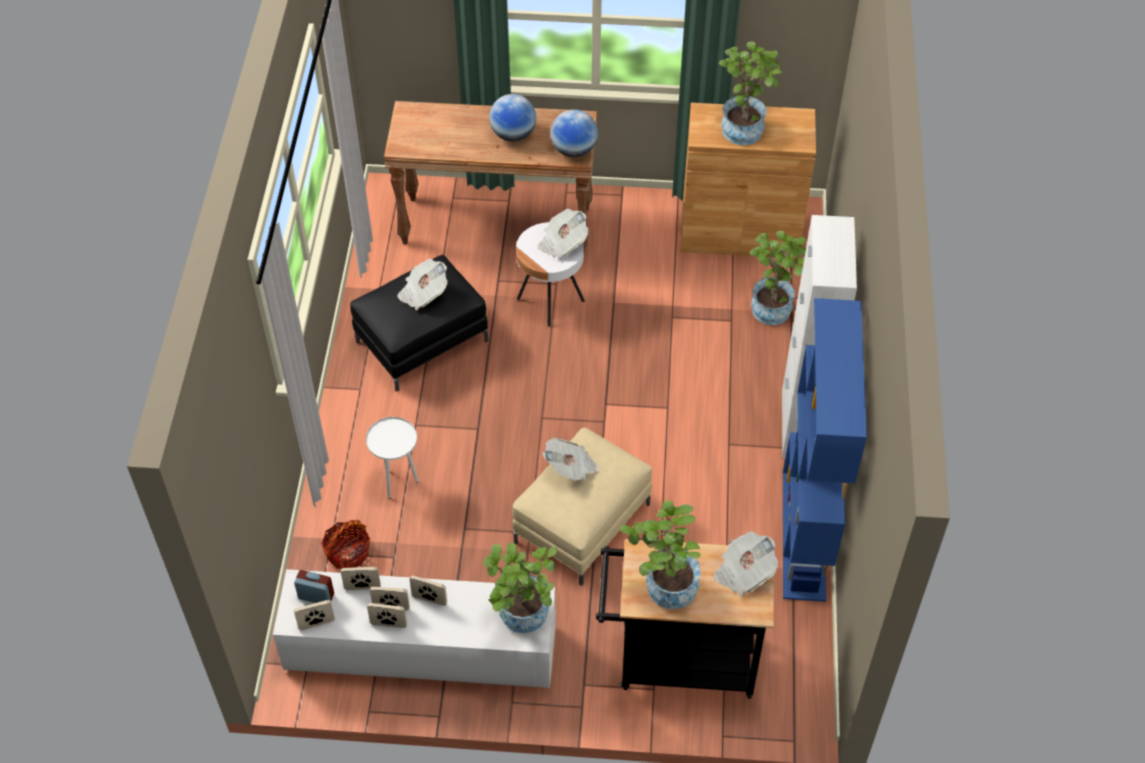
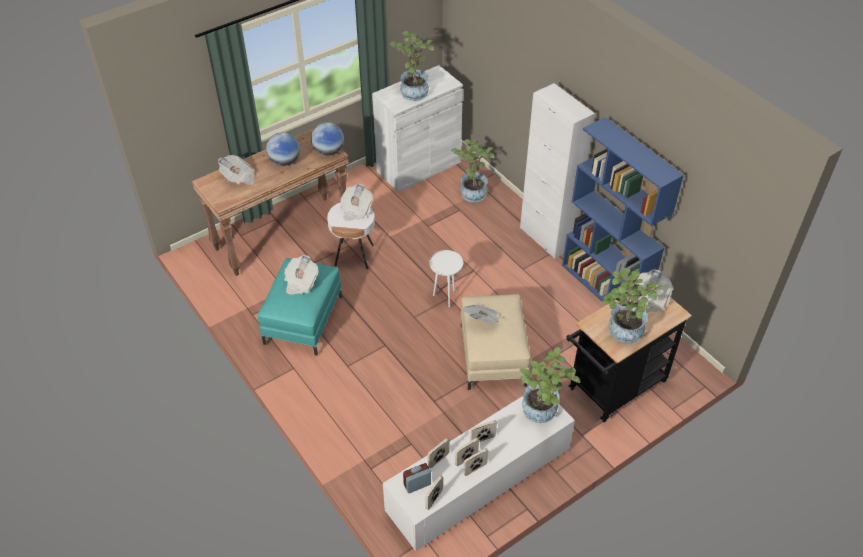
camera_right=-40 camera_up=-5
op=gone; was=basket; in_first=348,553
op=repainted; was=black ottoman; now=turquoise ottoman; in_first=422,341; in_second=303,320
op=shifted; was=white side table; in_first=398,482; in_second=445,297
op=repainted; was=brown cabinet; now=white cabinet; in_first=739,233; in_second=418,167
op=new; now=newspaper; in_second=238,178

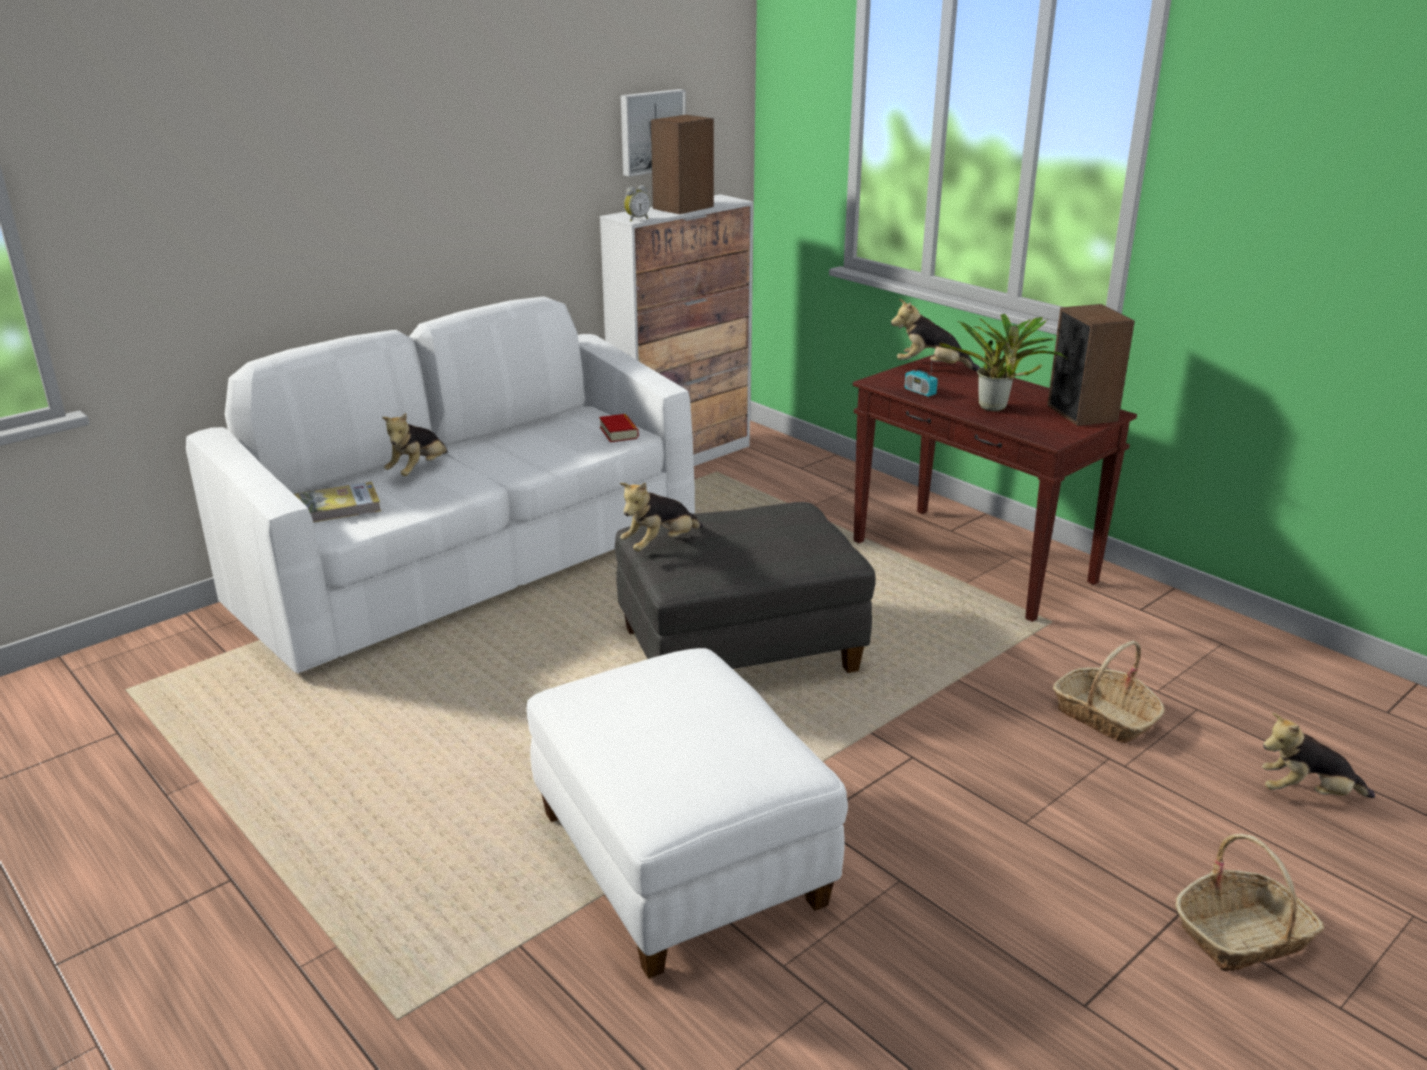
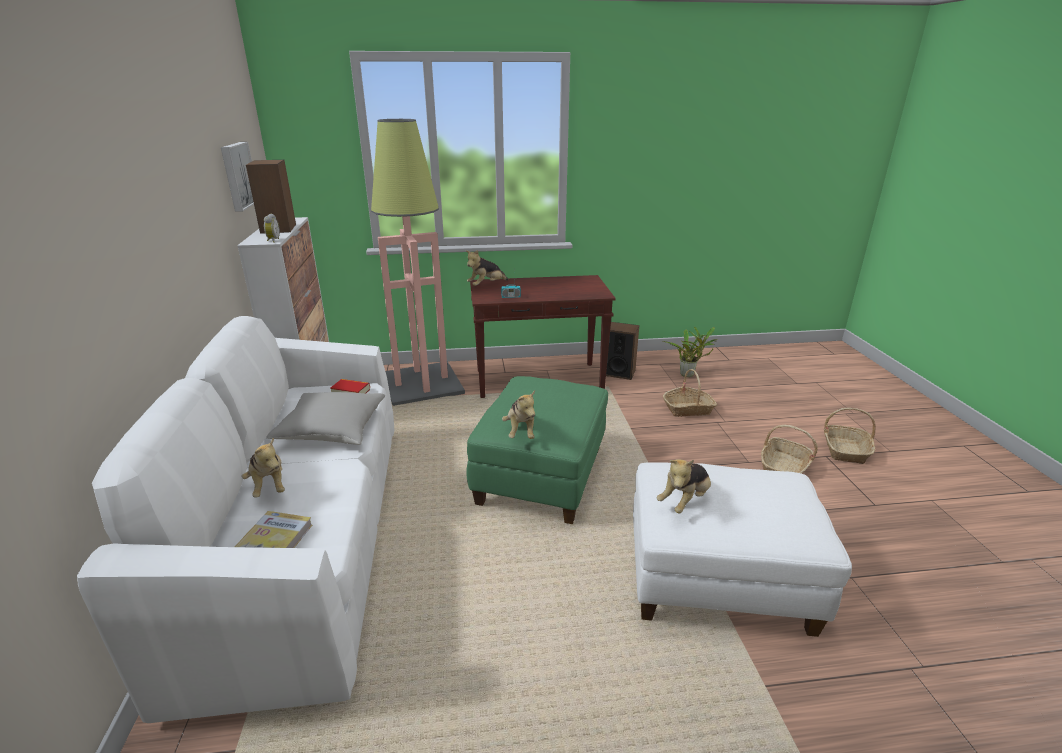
camera_right=-55 camera_up=0
op=repainted; was=grey ottoman; now=green ottoman; in_first=741,651; in_second=541,475
op=shifted; was=potted plant; in_first=996,409; in_second=689,375
op=shifted; was=speaker; in_first=1082,413; in_second=619,373
op=shifted; was=plush toy; in_first=1306,793; in_second=684,500
op=new; now=grey pillow; in_second=332,430
op=new; now=floor lamp; in_second=422,383
op=new; now=basket; in_second=784,466

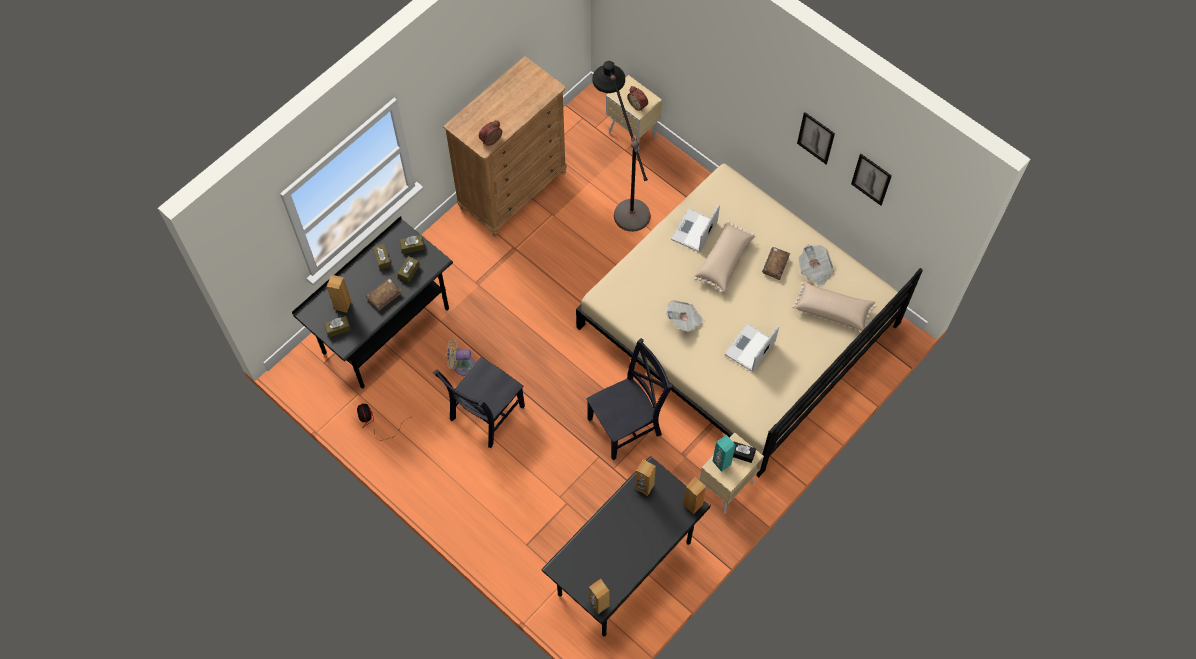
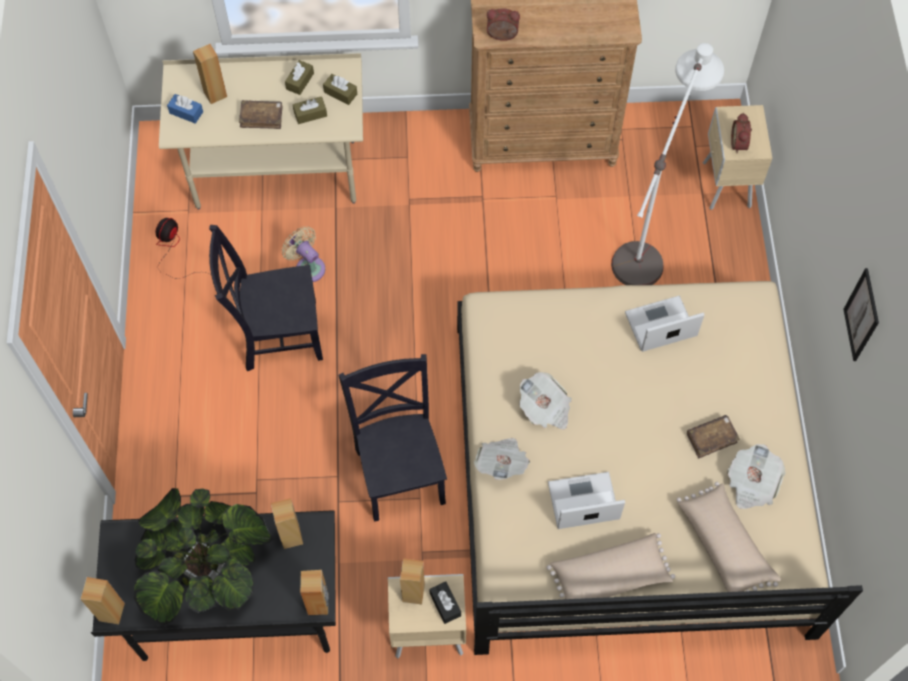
camera_right=45 camera_up=0
op=repainted; was=black desk; now=beige desk; in_first=386,331; in_second=276,174
op=repainted; was=brown tissue box; now=blue tissue box; in_first=338,328; in_second=186,112
op=rotated; was=black chair; in_first=627,425; in_second=400,471; clockwise=-120
op=repainted; was=black floor lamp; now=white floor lamp; in_first=622,194; in_second=650,235
op=shifted; was=beige pillow; in_first=724,261; in_second=609,578
op=repainted; was=turquoise speaker; now=brown speaker; in_first=721,463; in_second=413,592
op=gone; was=picture; in_first=871,179
op=new; now=potted plant; in_second=204,567
op=new; now=newspaper; in_second=502,463

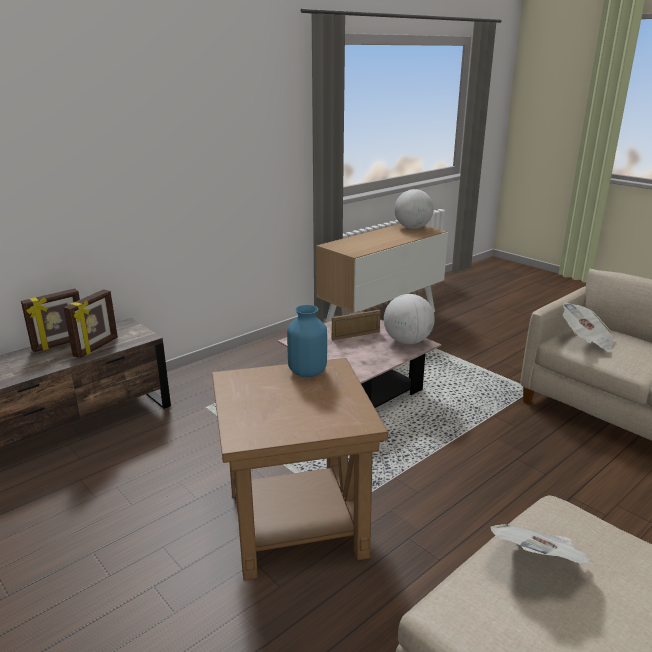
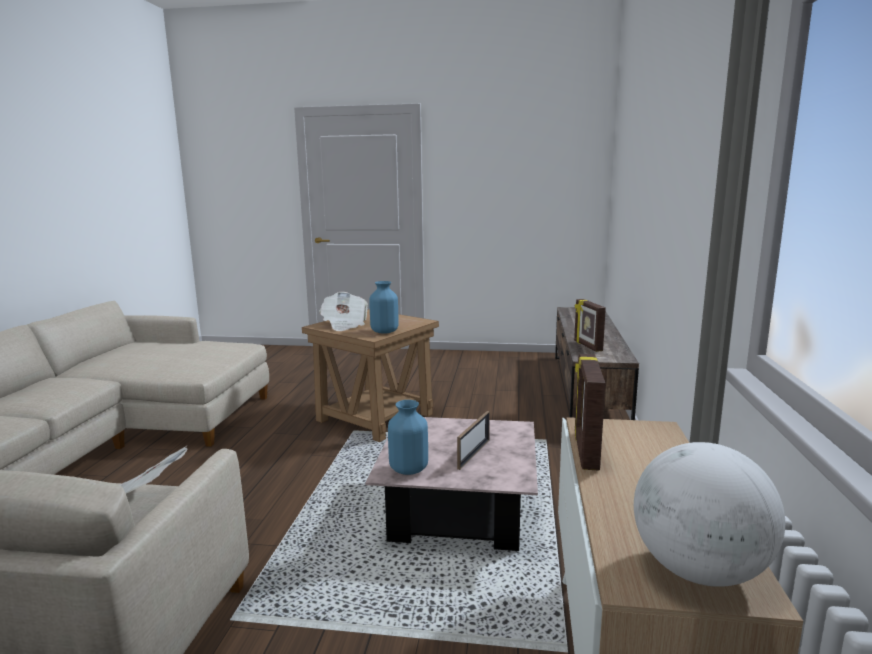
camera_right=140 camera_up=-10
op=shifted; was=picture frame; in_first=60,344; in_second=585,450
op=swapped; was=globe; now=blue vase; in_first=407,341; in_second=408,469
op=shifted; was=newspaper; in_first=538,562; in_second=344,325

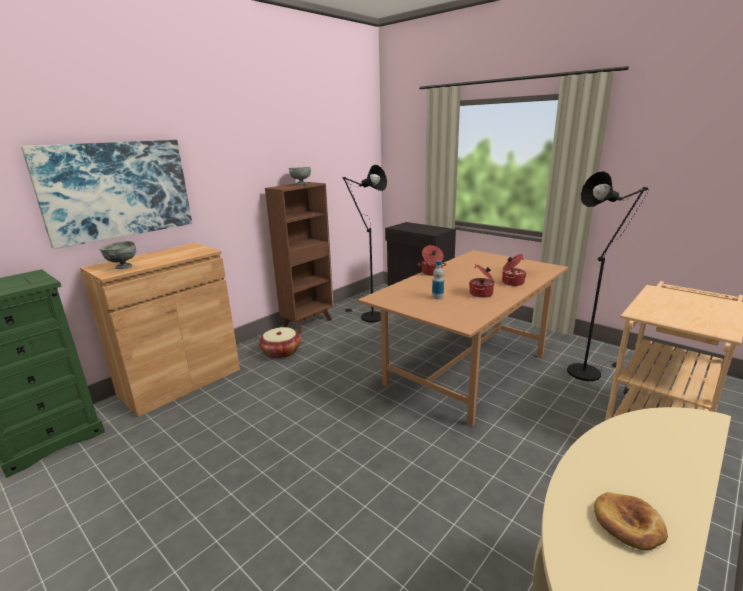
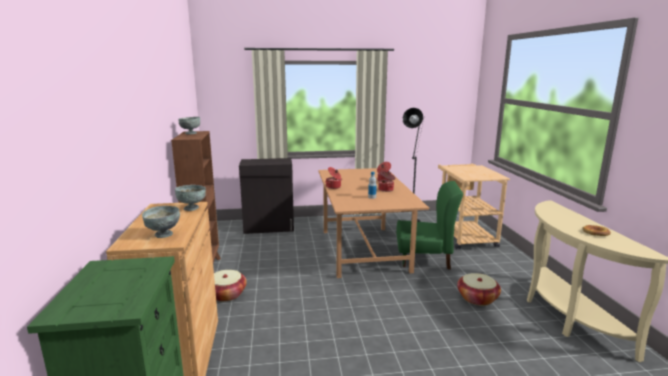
camera_right=-50 camera_up=-5
op=gone; was=picture; in_first=117,190
op=gone; was=black floor lamp; in_first=368,316
op=new; now=grey bowl; in_second=192,208
op=new; now=green chair; in_second=424,259
op=new; now=basket; in_second=477,298

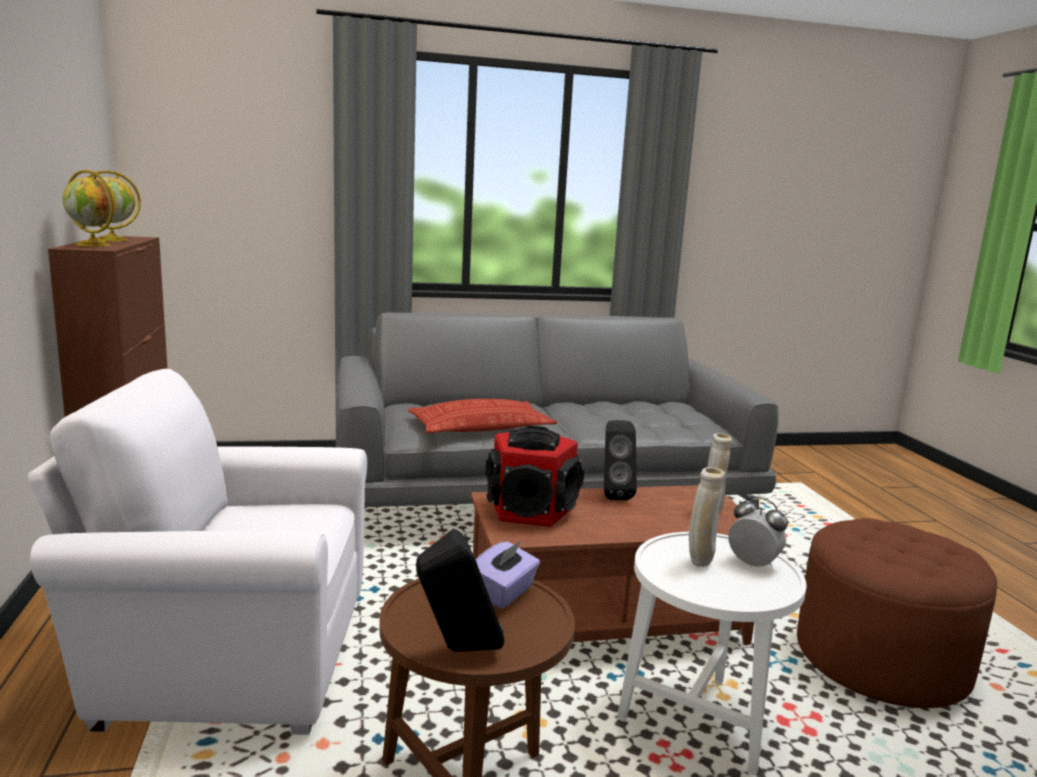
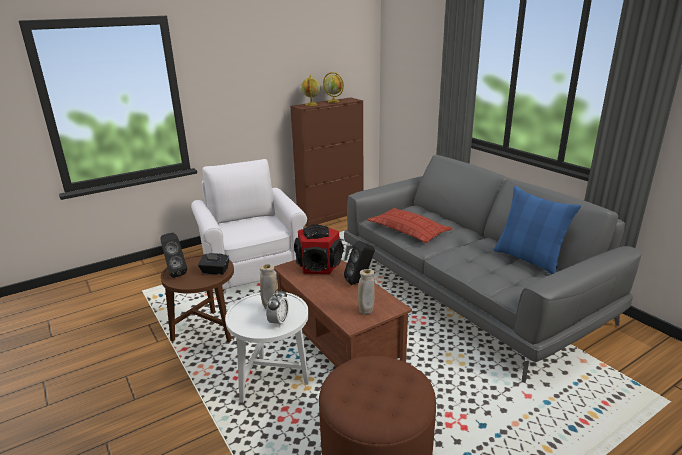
camera_right=70 camera_up=10
op=repainted; was=purple tissue box; now=black tissue box; in_first=504,593; in_second=215,271
op=new; now=blue pillow; in_second=528,259

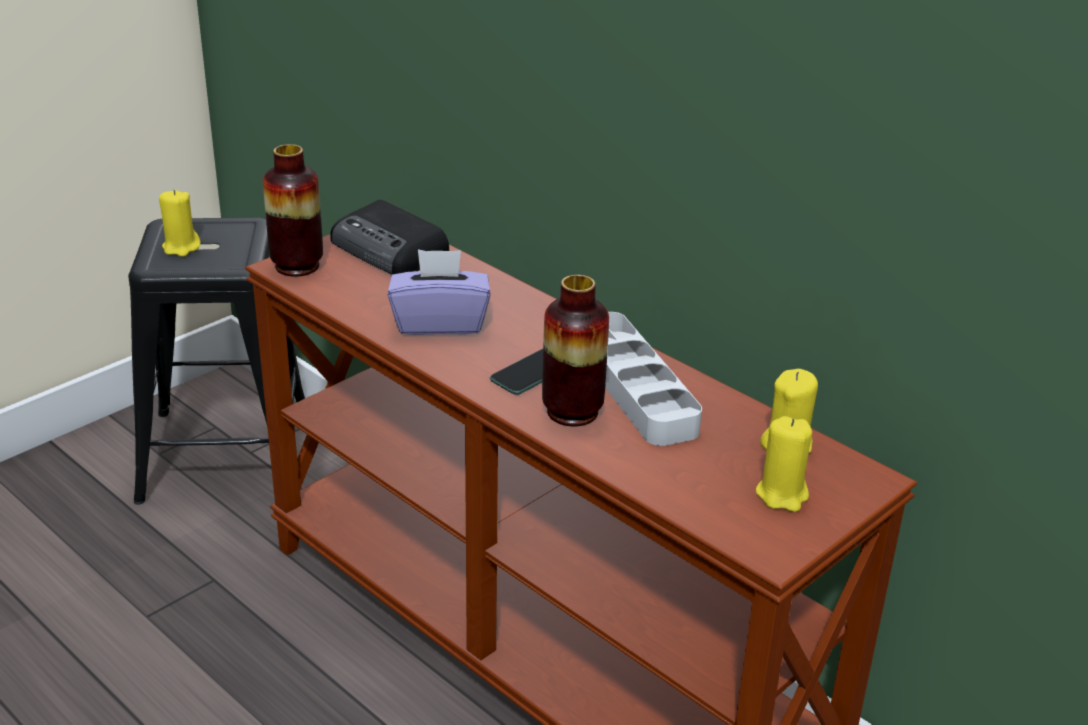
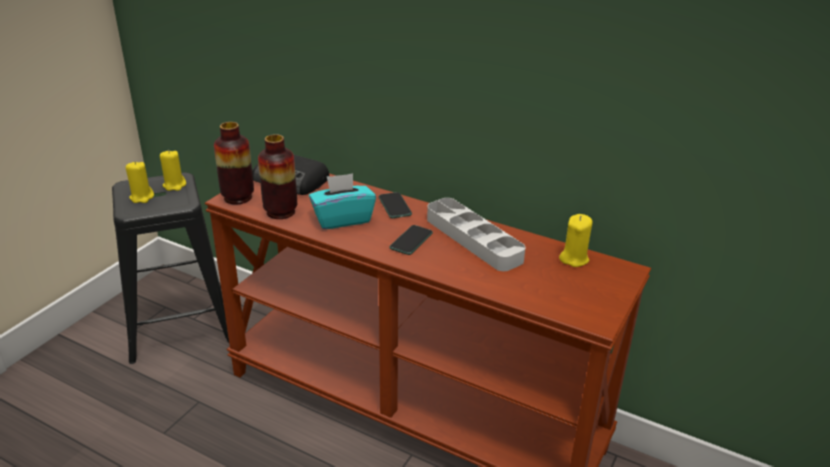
camera_right=-15 camera_up=0
op=repainted; was=purple tissue box; now=turquoise tissue box; in_first=440,322; in_second=342,219
op=shifted; was=vase; in_first=572,412; in_second=280,212
op=shifted; was=yellow candle; in_first=782,494; in_second=174,185
op=new; now=phone; in_second=395,206

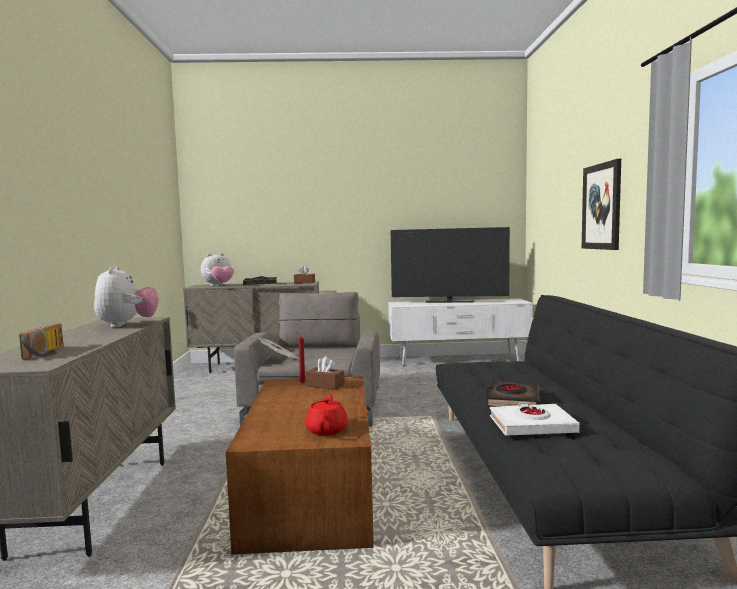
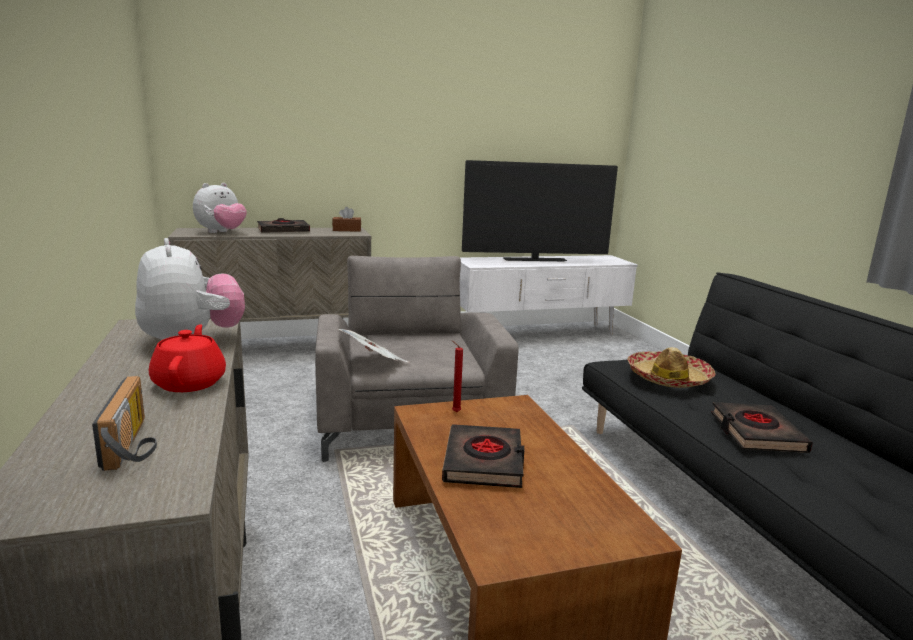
camera_right=-15 camera_up=10
op=shifted; was=red teapot; in_first=327,430; in_second=190,382
op=gone; was=brown tissue box; in_first=325,385
op=gone; was=white book; in_first=532,425
op=gone; was=picture; in_first=601,206
op=new; now=black book; in_second=484,462
op=new; now=hat; in_second=668,378

